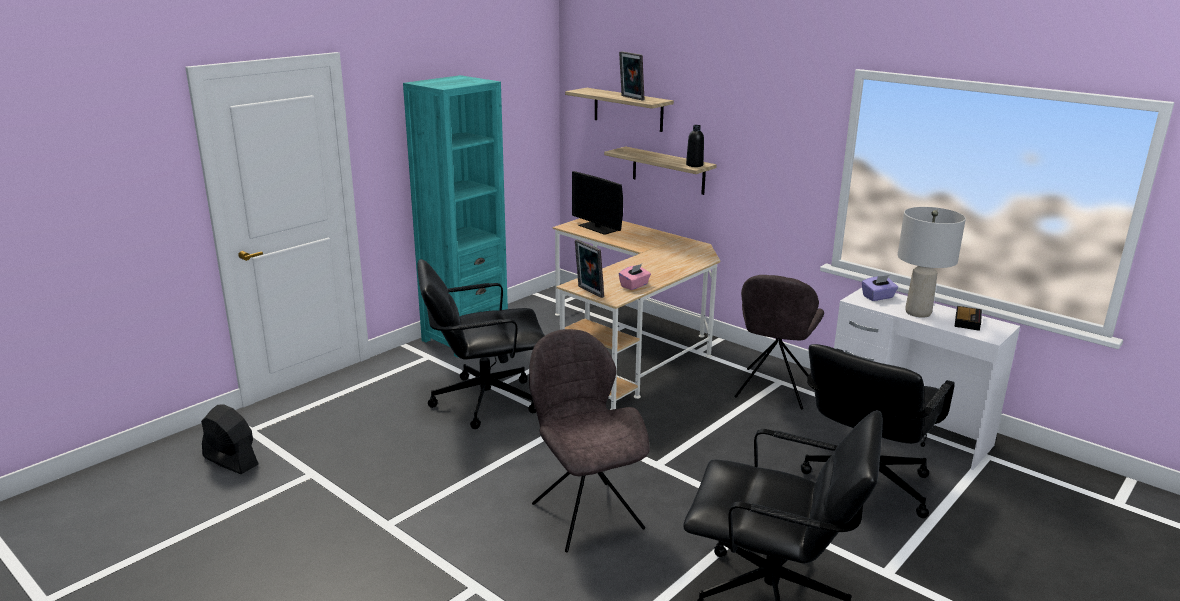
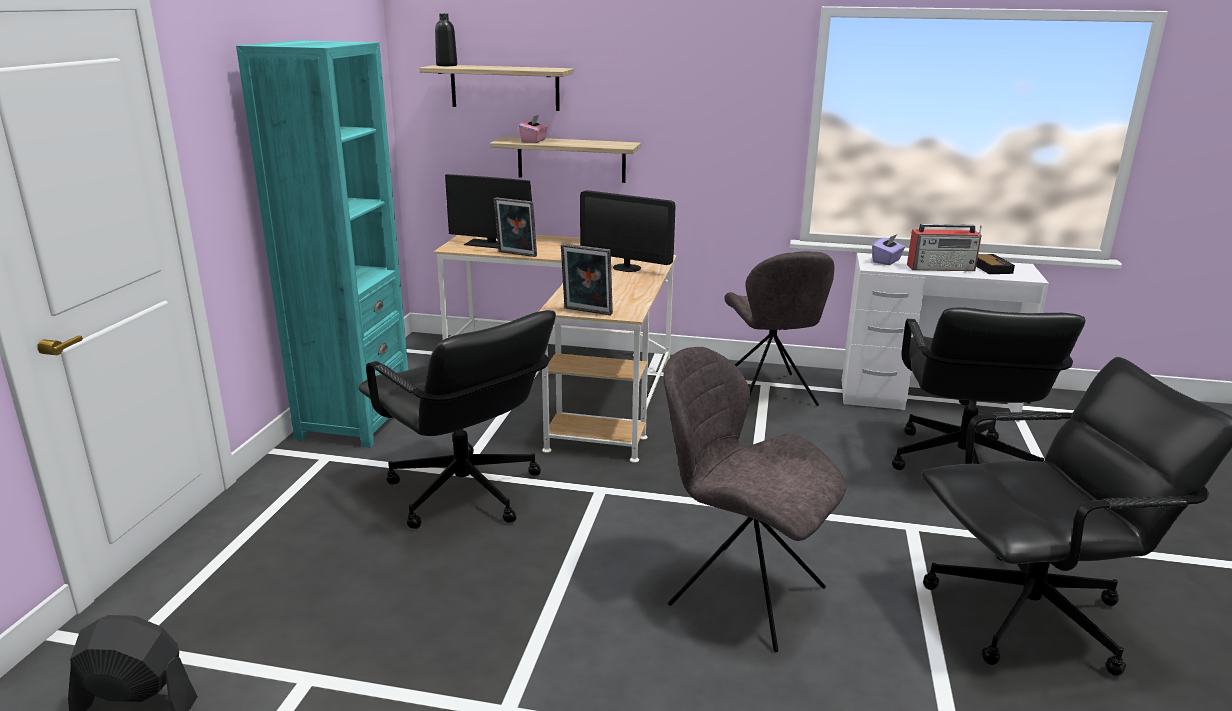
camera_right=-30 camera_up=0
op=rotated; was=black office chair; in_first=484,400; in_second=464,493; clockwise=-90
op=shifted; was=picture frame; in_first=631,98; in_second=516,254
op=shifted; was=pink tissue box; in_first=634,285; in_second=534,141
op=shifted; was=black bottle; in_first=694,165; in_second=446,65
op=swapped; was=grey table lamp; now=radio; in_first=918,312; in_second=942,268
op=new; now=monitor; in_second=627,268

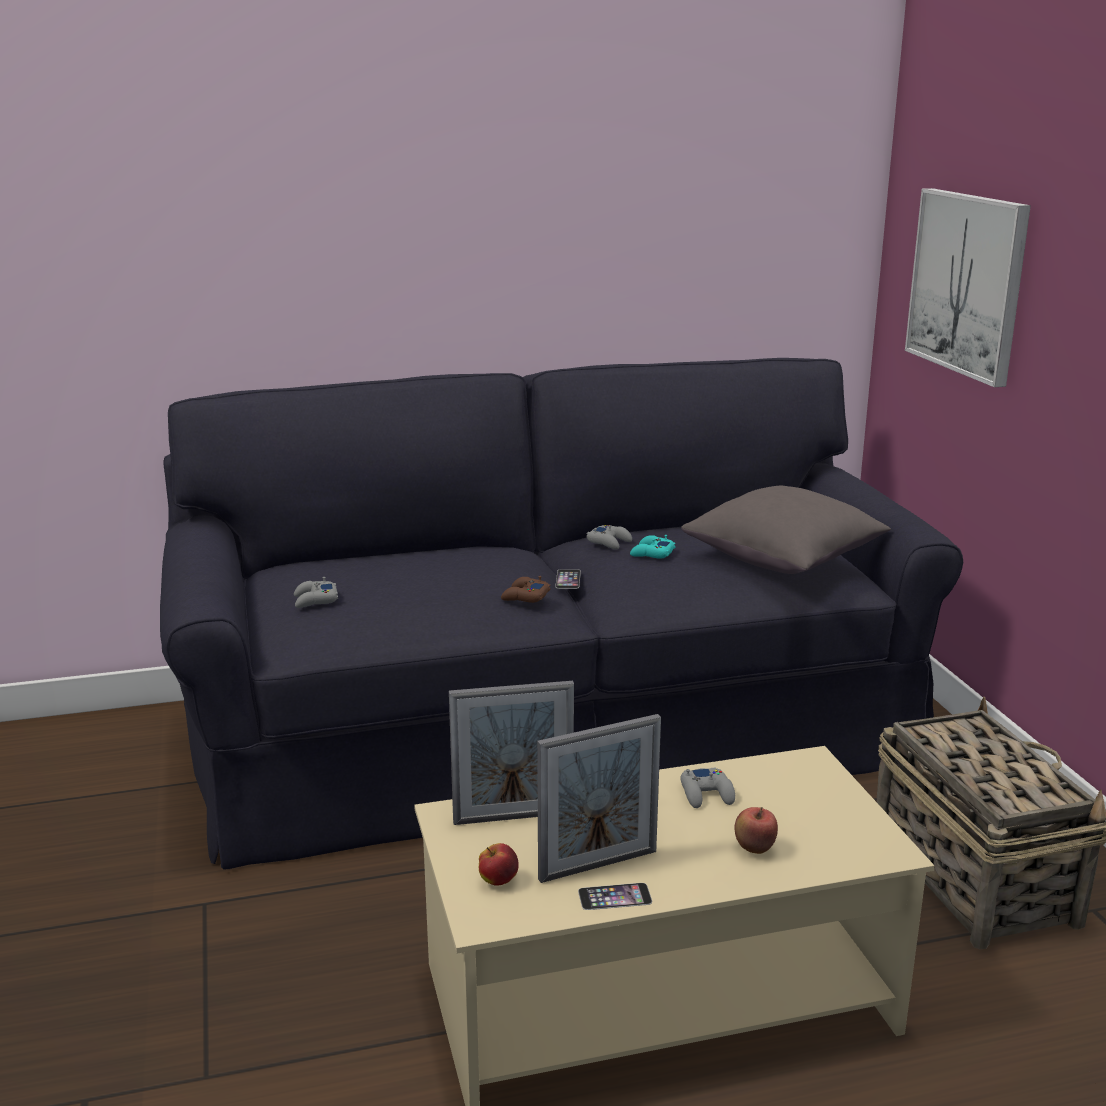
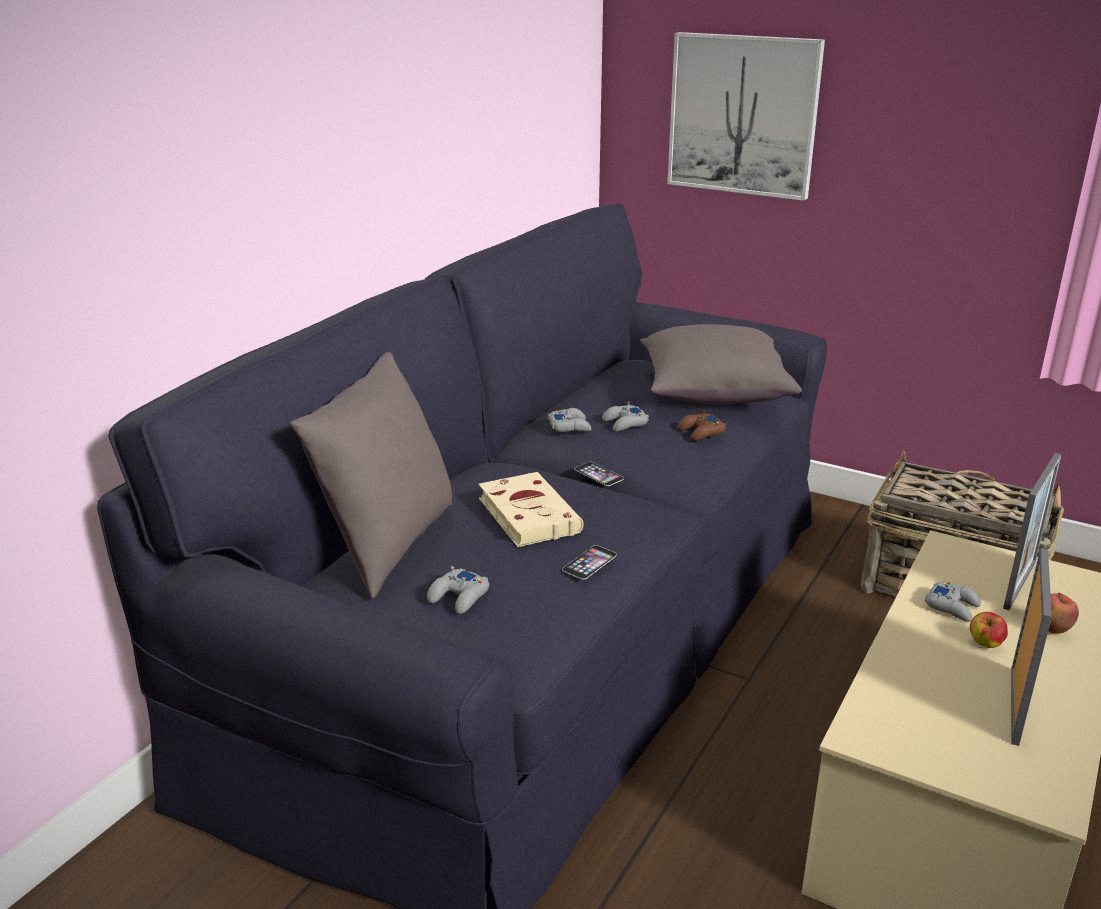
camera_right=-45 camera_up=5
op=shifted; was=picture frame; in_first=513,817; in_second=1019,585
op=shifted; was=apple; in_first=498,881; in_second=985,644
op=shifted; was=brown game controller; in_first=525,597; in_second=701,432
op=shifted; was=phone; in_first=614,896; in_second=589,562
op=repainted; was=turquoise game controller; now=grey game controller; in_first=652,553; in_second=624,423
op=new; now=grey pillow; in_second=386,545
op=new; now=beige book; in_second=527,514

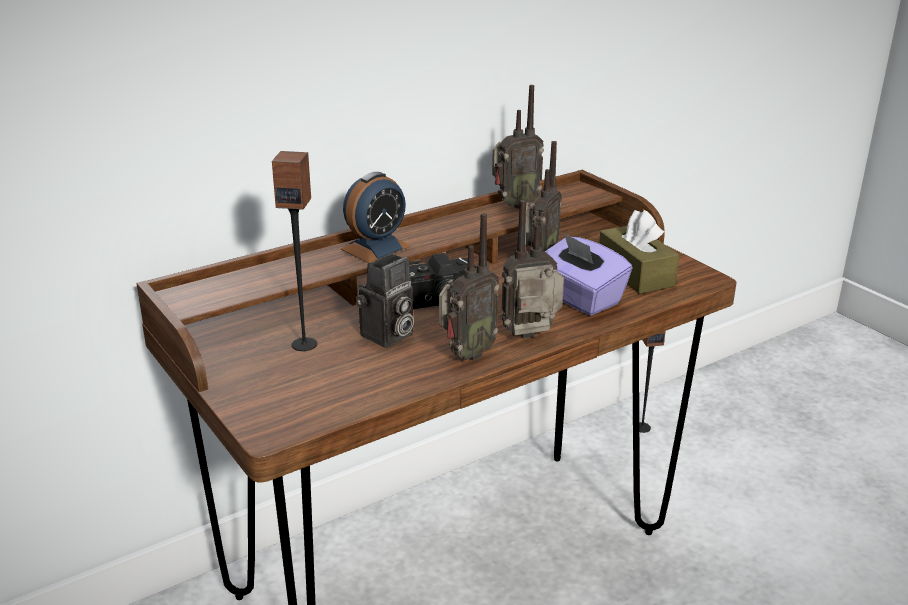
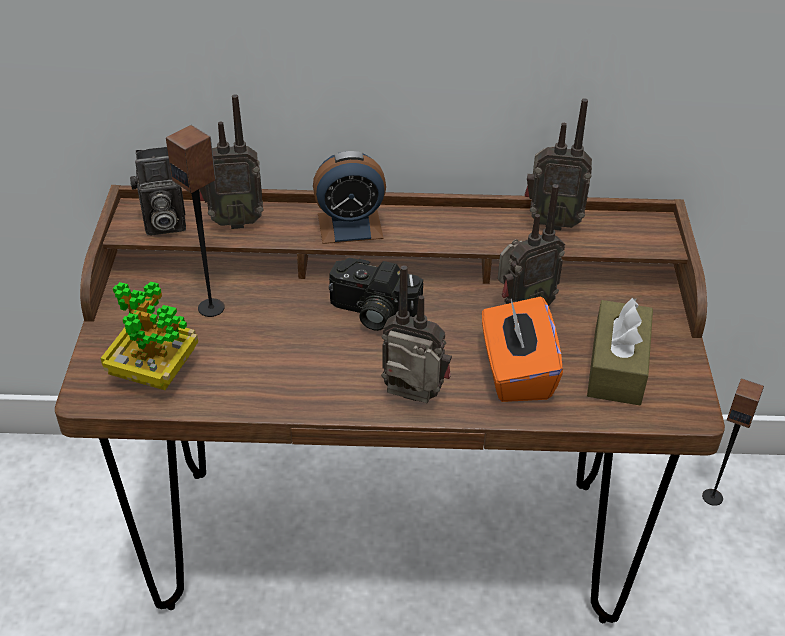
camera_right=35 camera_up=15
op=shifted; was=photo camera; in_first=387,337; in_second=162,224
op=shifted; was=radio; in_first=466,355; in_second=233,221
op=repainted; was=purple tissue box; now=orange tissue box; in_first=578,298; in_second=516,372
op=new; now=potted plant; in_second=154,372

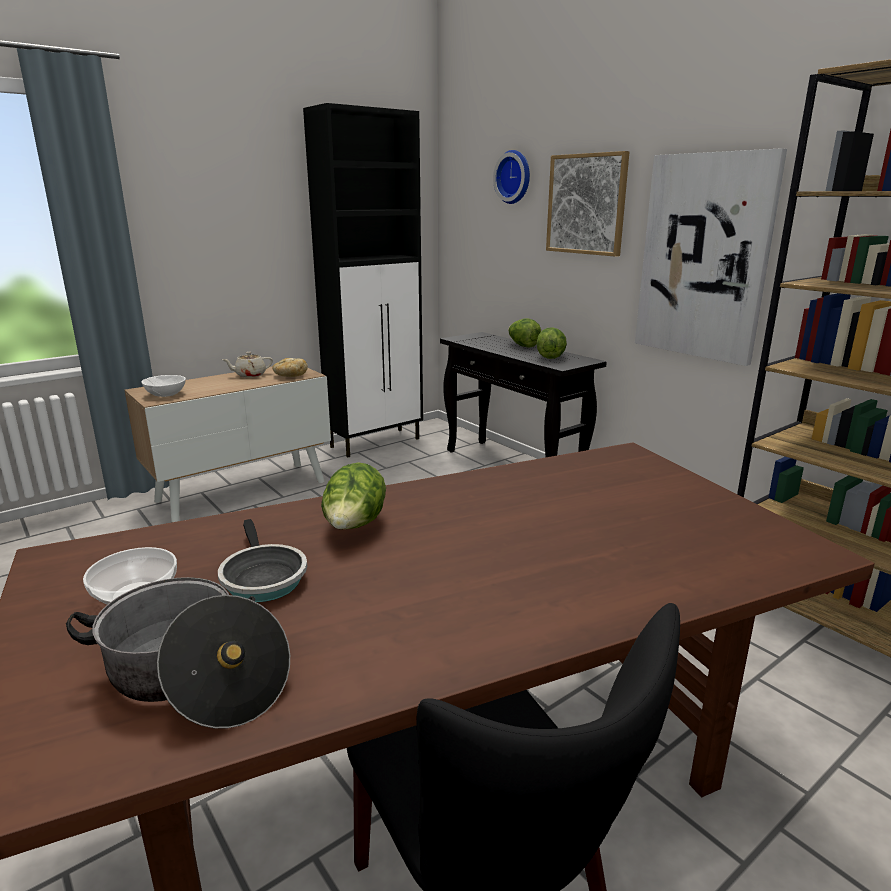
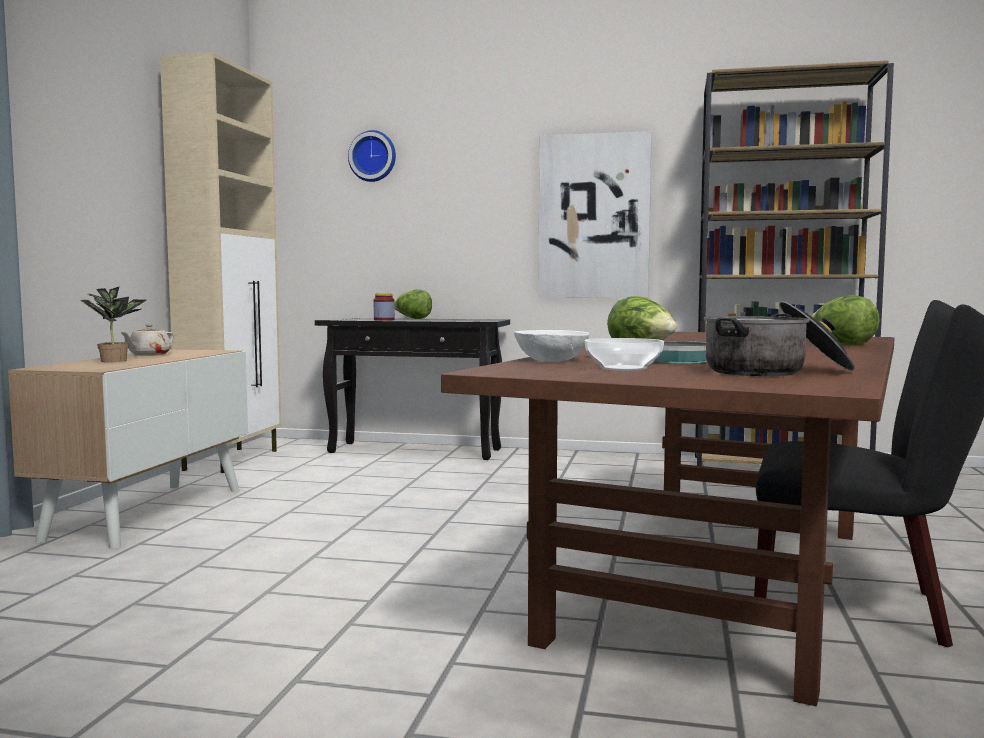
camera_right=-40 camera_up=-15
op=shifted; was=white bowl; in_first=165,394; in_second=550,360
op=gone; was=bread; in_first=290,376
op=repainted; was=black cabinet; now=beige cabinet; in_first=376,442; in_second=233,460
op=shifted; was=lettuce; in_first=550,356; in_second=842,344
op=gone; was=picture; in_first=586,204
op=new; now=potted plant; in_second=116,360
op=new; now=jar; in_second=384,320

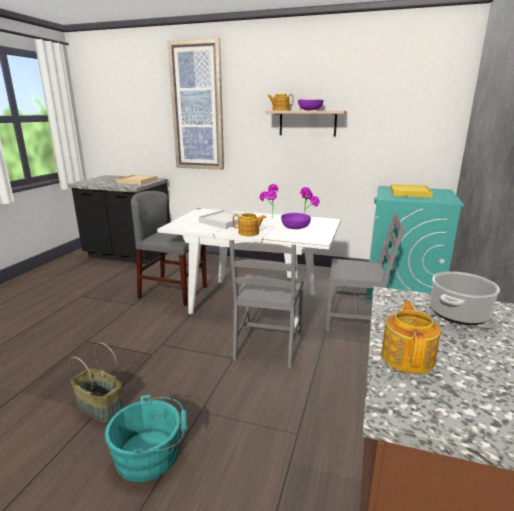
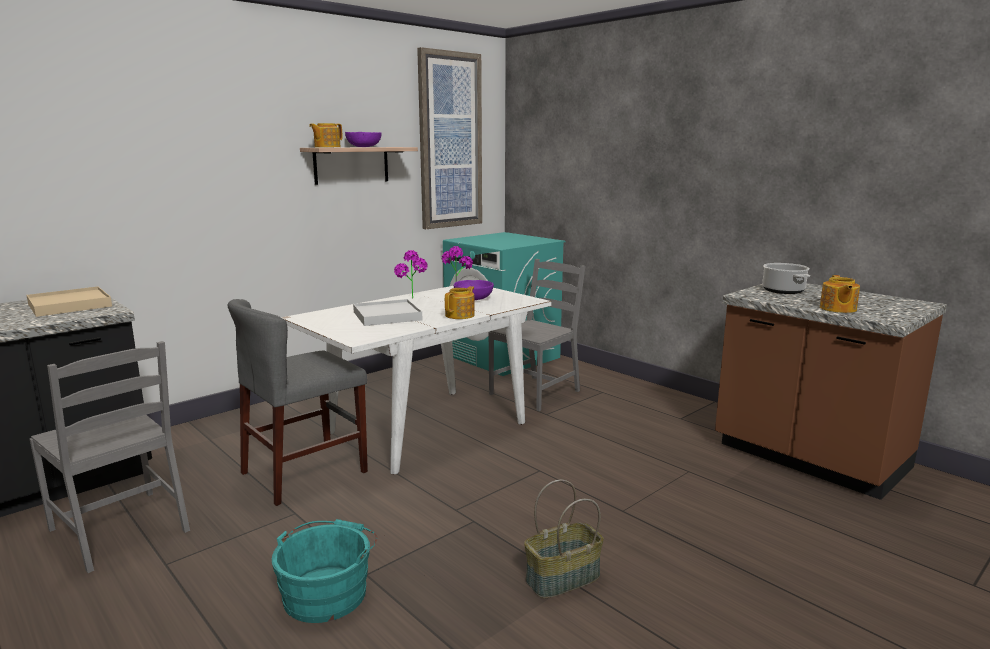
camera_right=-60 camera_up=-5
op=shifted; was=turquoise bucket; in_first=151,454; in_second=328,591
op=shifted; was=picture; in_first=197,107; in_second=450,141
op=shifted; was=grey chair; in_first=268,345; in_second=122,529
op=rotated; was=teapot; in_first=408,357; in_second=837,309; clockwise=-120
op=gone; was=yellow tray; in_first=409,193

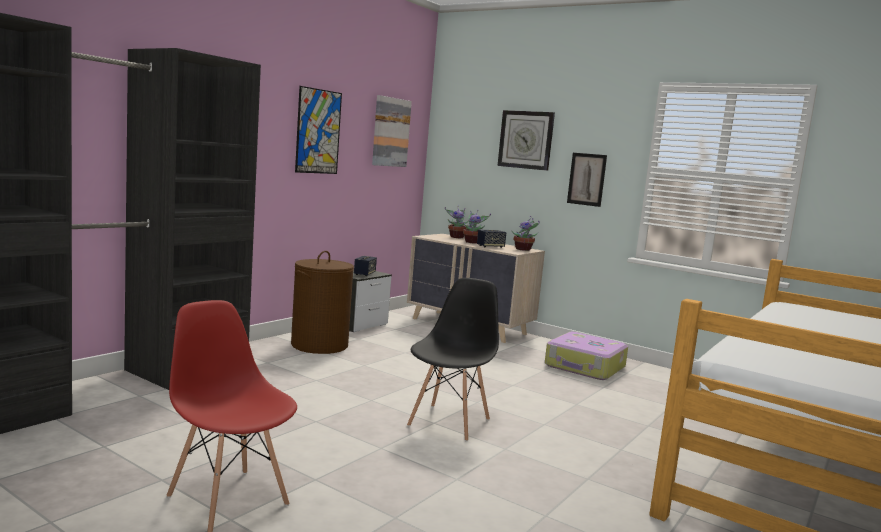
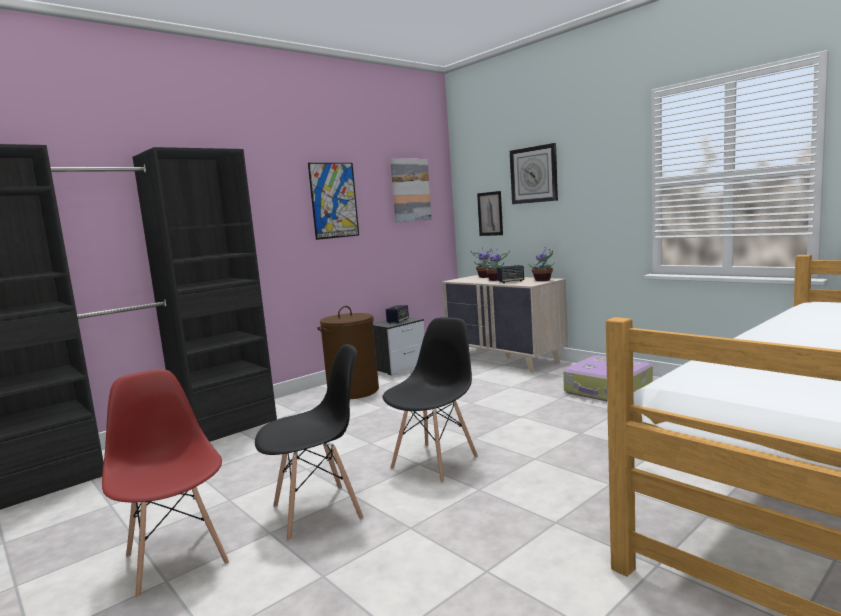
camera_right=15 camera_up=0
op=shifted; was=picture; in_first=586,179; in_second=490,214
op=new; now=black chair; in_second=318,512

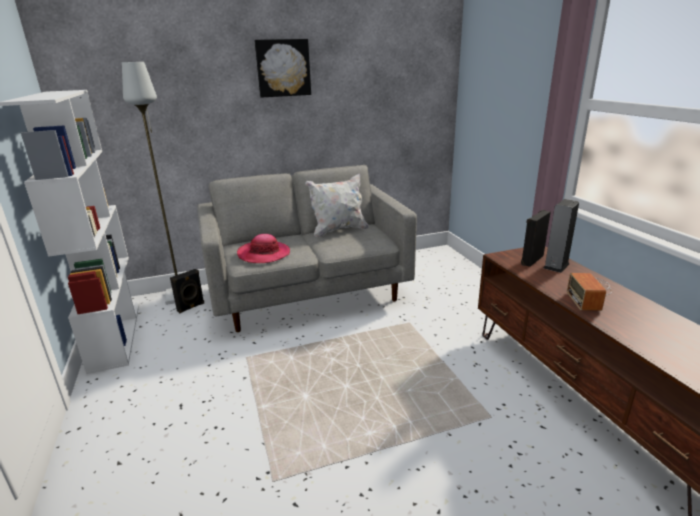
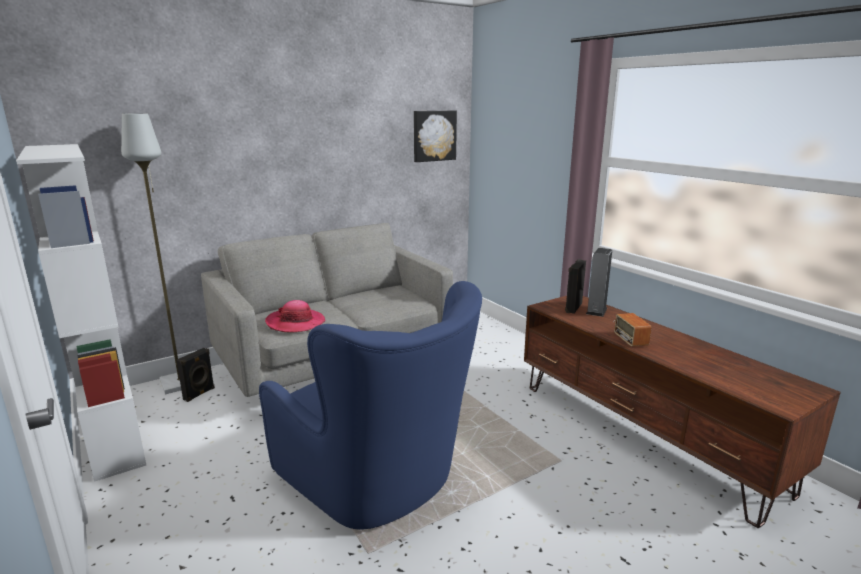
camera_right=-15 camera_up=-5
op=shifted; was=picture; in_first=283,68; in_second=434,135
op=gone; was=white pillow; in_first=338,230
op=new; now=blue armchair; in_second=377,482

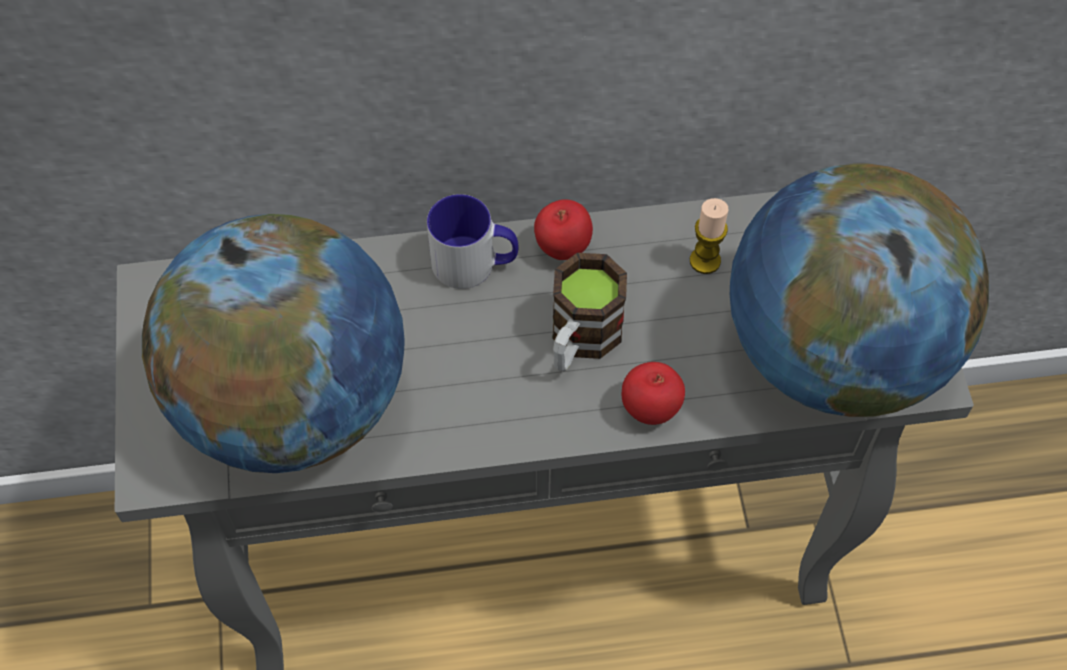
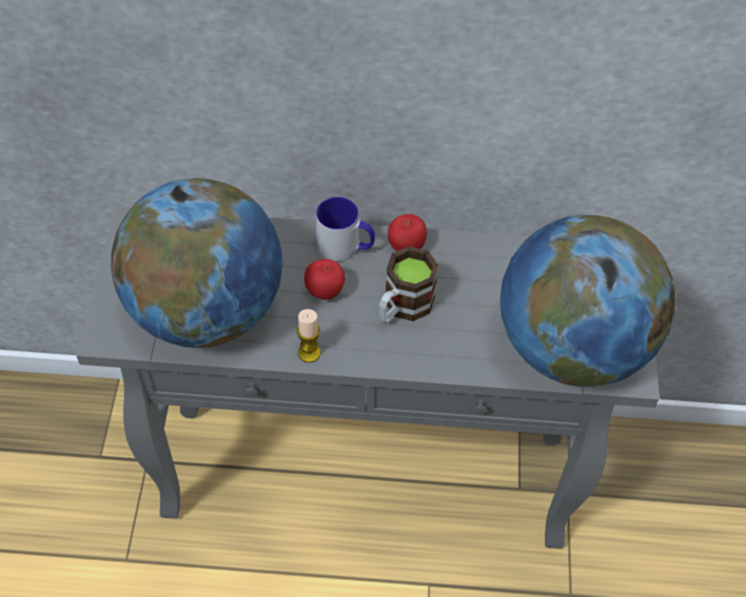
camera_right=10 camera_up=-5
op=shifted; was=apple; in_first=650,409; in_second=325,292
op=shifted; was=candle; in_first=705,261; in_second=309,353

